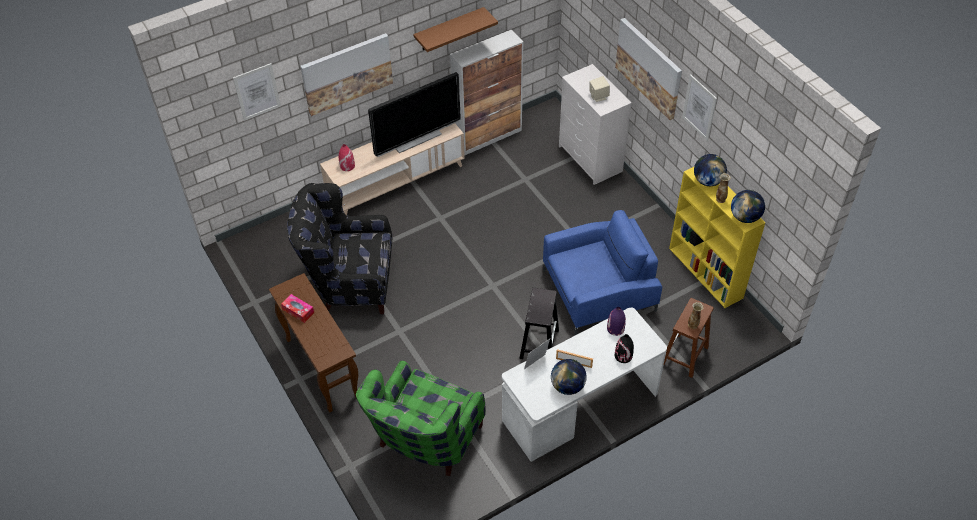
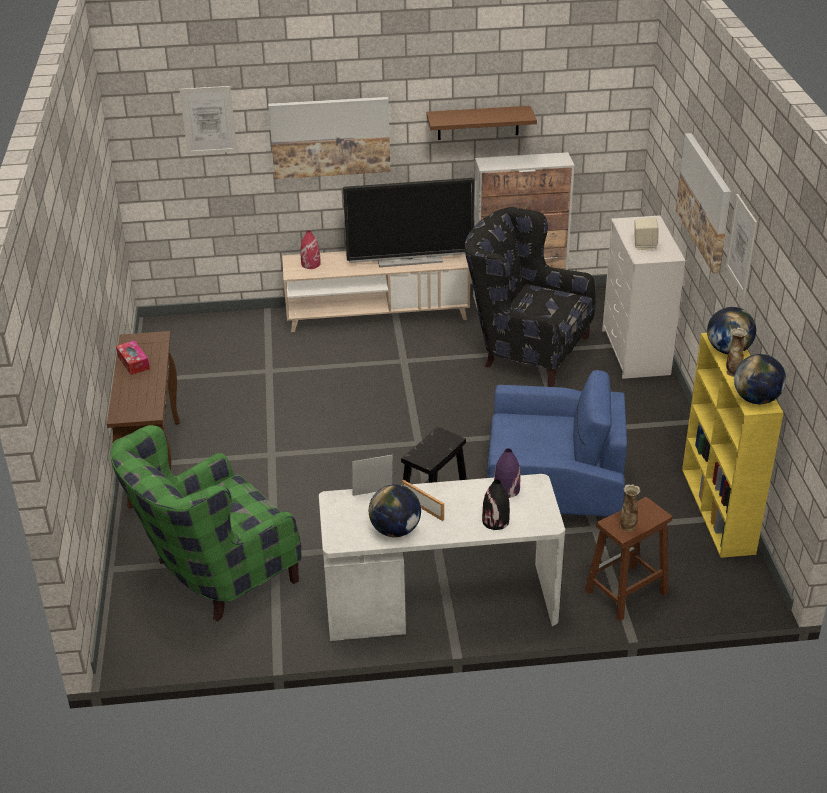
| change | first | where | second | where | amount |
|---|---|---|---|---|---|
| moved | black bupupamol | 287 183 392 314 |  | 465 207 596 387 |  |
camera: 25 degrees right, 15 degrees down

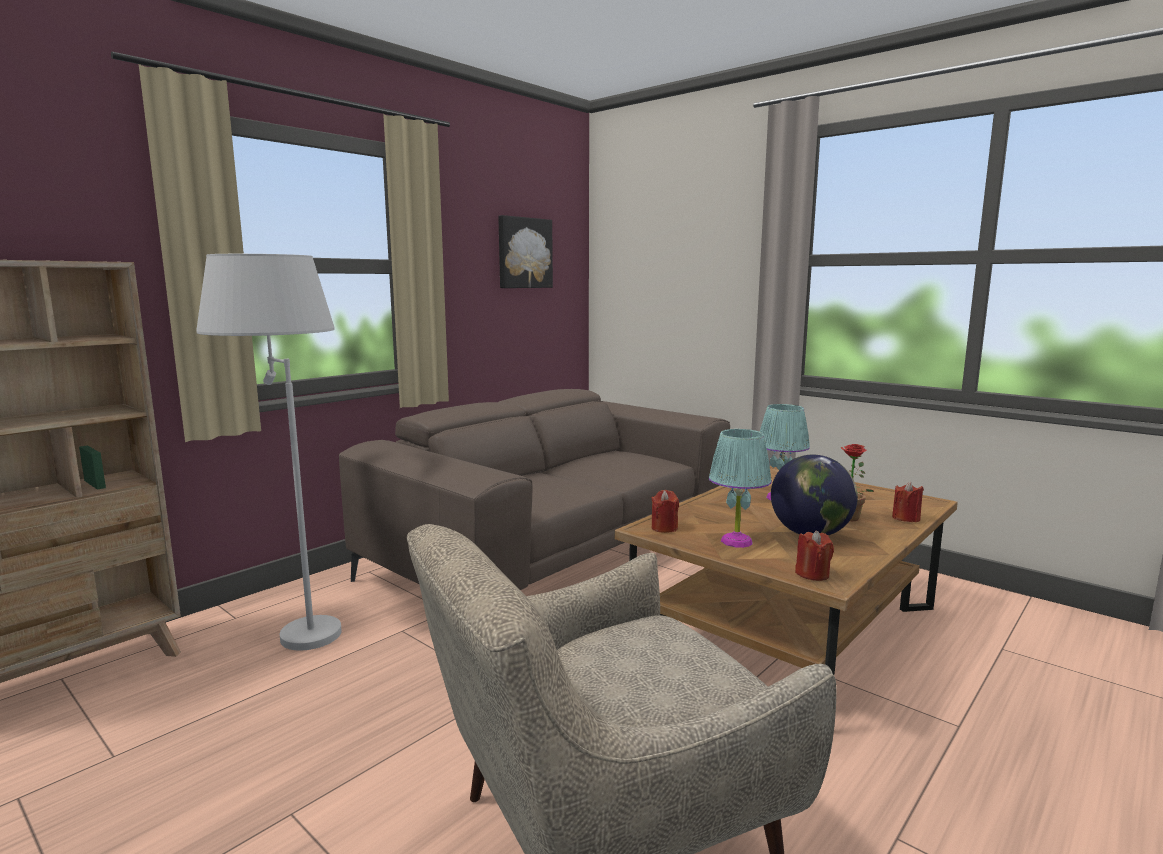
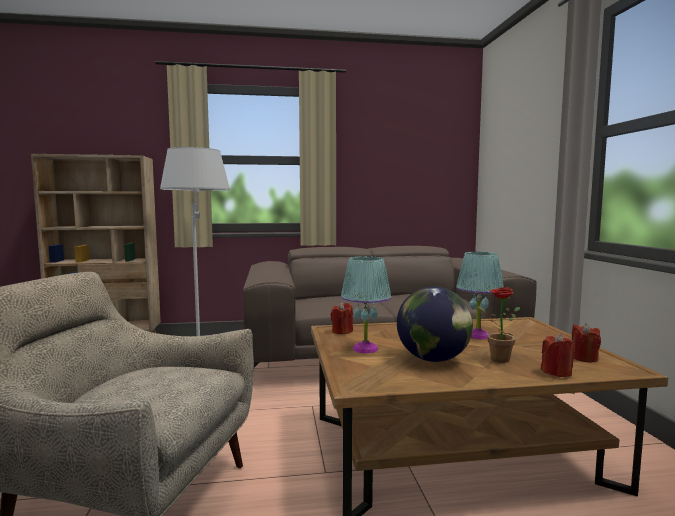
| change | first | where | second | where | amount |
|---|---|---|---|---|---|
| moved | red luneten | 795 531 834 581 |  | 572 323 601 363 |  |
| removed | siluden | 498 215 553 288 |  |  |  |
camera: 40 degrees right, 5 degrees down

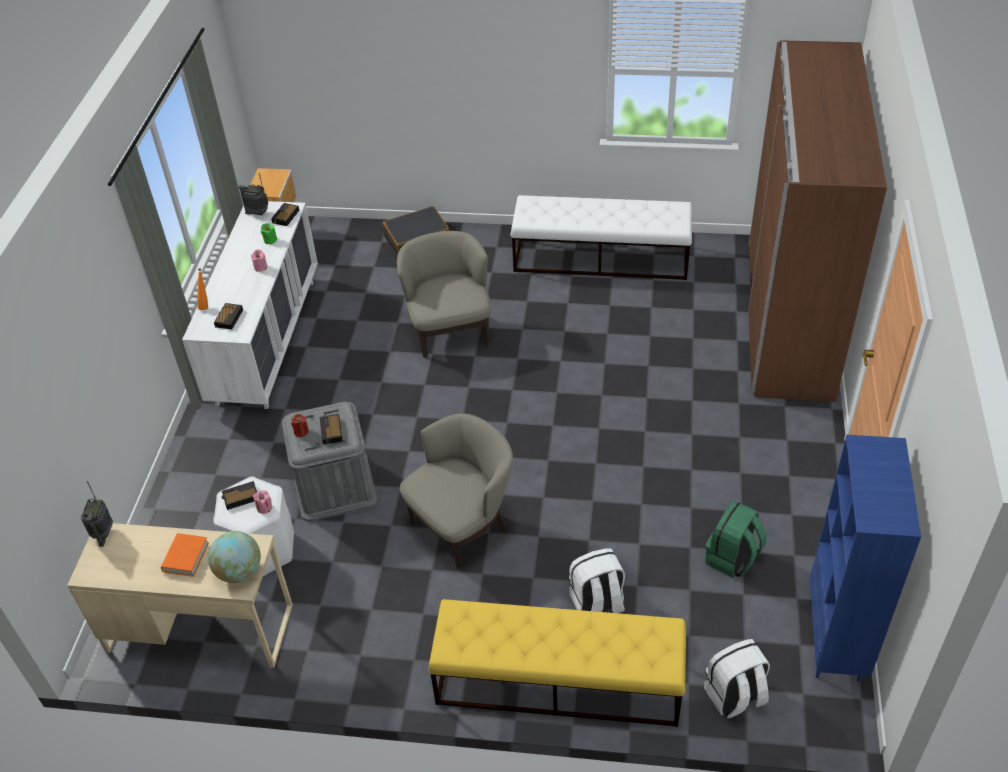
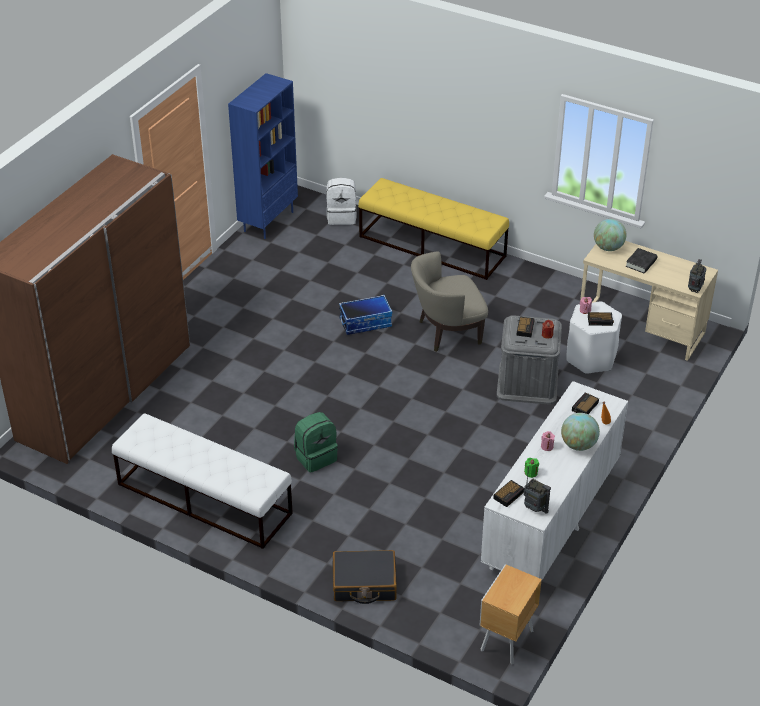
| change | first | where | second | where | amount |
|---|---|---|---|---|---|
| moved | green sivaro | 705 501 766 578 |  | 294 412 338 472 |  |
| added |  |  | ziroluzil | 339 295 392 335 |  |
| added |  |  | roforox | 561 413 600 451 |  |
| recoloured | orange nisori | 161 533 209 577 | black nisori | 625 248 657 273 |  |
| removed | beige bupupamol | 397 231 492 358 |  |  |  |
| removed | white sivaro | 569 548 625 613 |  |  |  |
camera: 160 degrees left, 5 degrees down

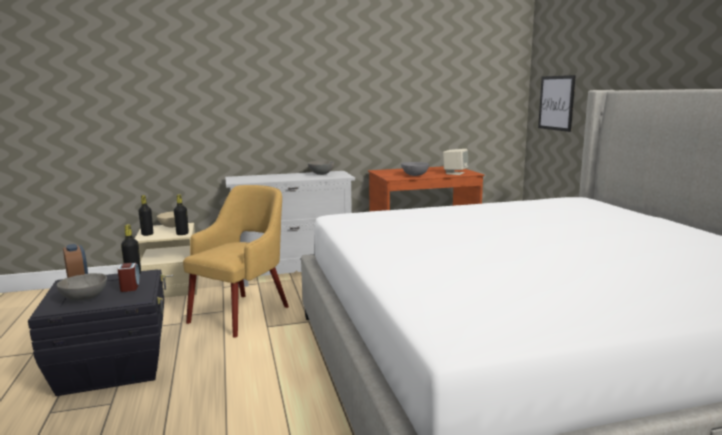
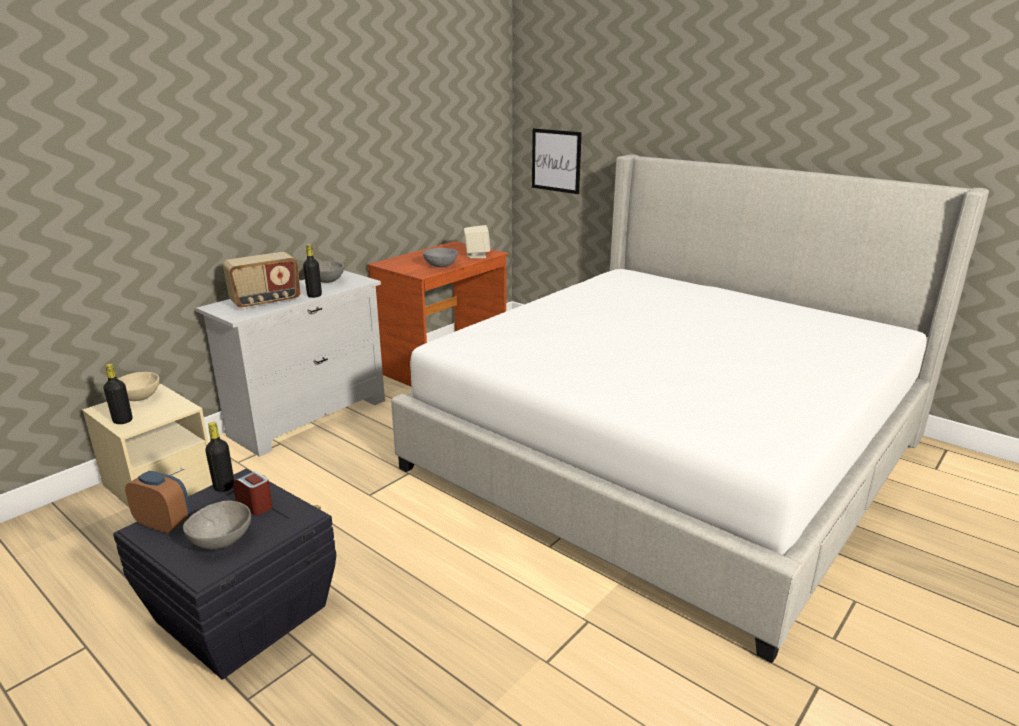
| change | first | where | second | where | amount |
|---|---|---|---|---|---|
| added |  |  | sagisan | 222 252 300 309 |  |
| moved | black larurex | 174 194 189 235 |  | 303 244 322 298 |  |
| removed | yellow bupupamol | 183 185 289 338 |  |  |  |
camera: 35 degrees left, 10 degrees up

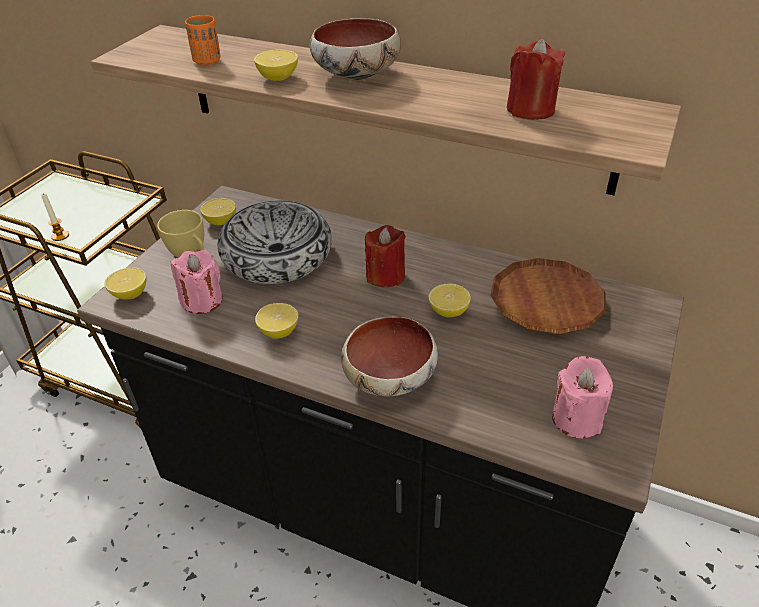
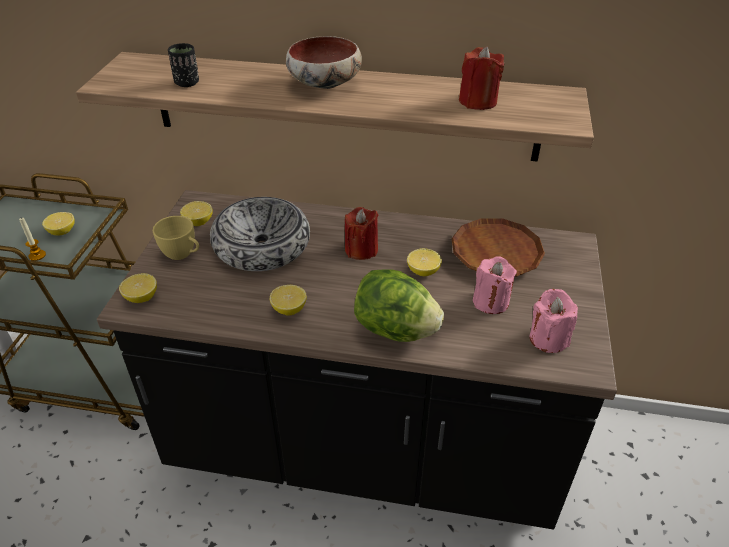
| change | first | where | second | where | amount |
|---|---|---|---|---|---|
| moved | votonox | 254 49 298 81 |  | 42 212 75 236 |  |
| recoloured | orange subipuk | 185 15 221 65 | black subipuk | 168 43 199 87 |  |
| replaced | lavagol | 341 316 438 397 | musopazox | 354 269 444 342 |  |
| moved | pink luneten | 171 250 223 314 |  | 473 256 517 314 |  |
camera: 15 degrees left, 0 degrees up

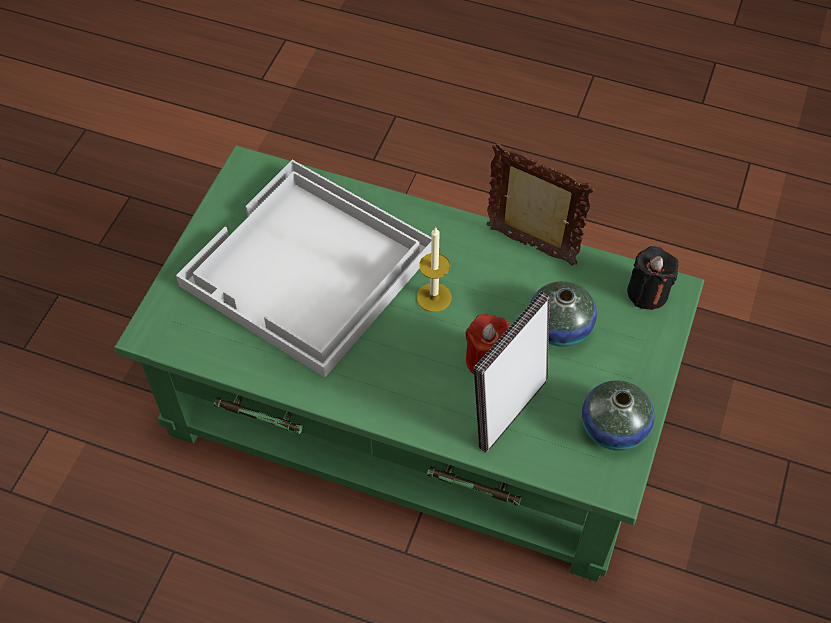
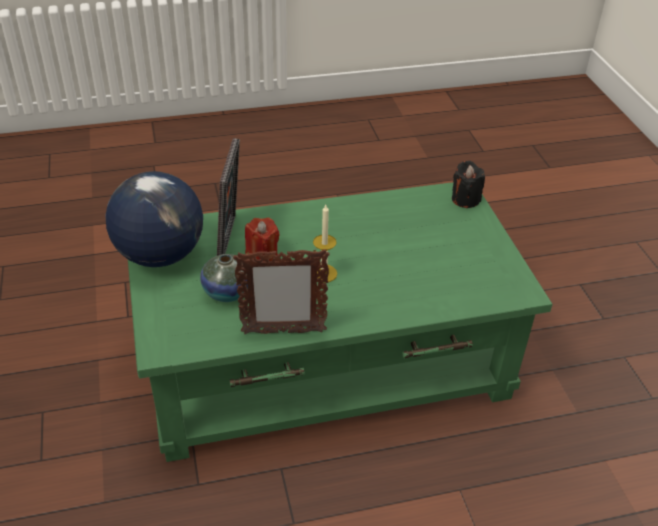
| change | first | where | second | where | amount |
|---|---|---|---|---|---|
| replaced | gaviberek | 582 380 655 451 | roforox | 105 171 203 267 |  |
| moved | black luneten | 627 246 678 310 |  | 452 161 485 208 |  |
| removed | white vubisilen | 176 160 431 377 |  |  |  |
camera: 145 degrees right, 15 degrees down

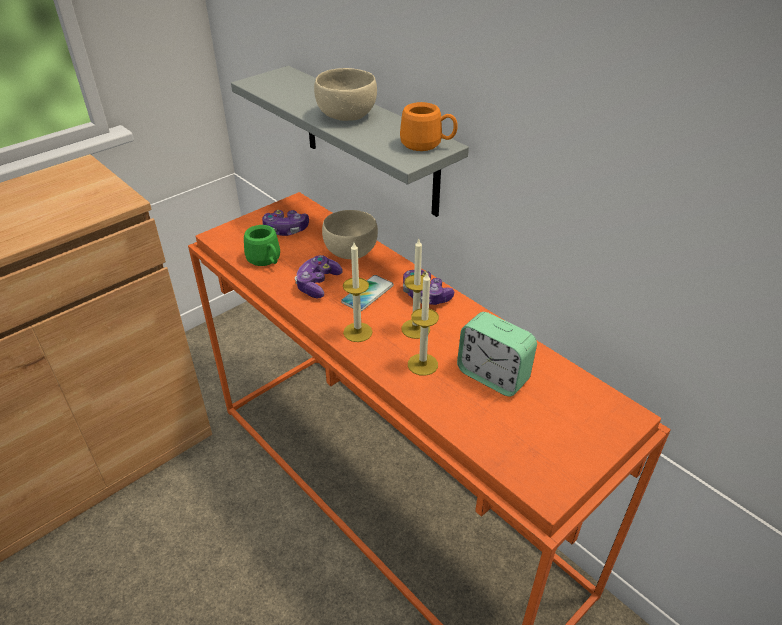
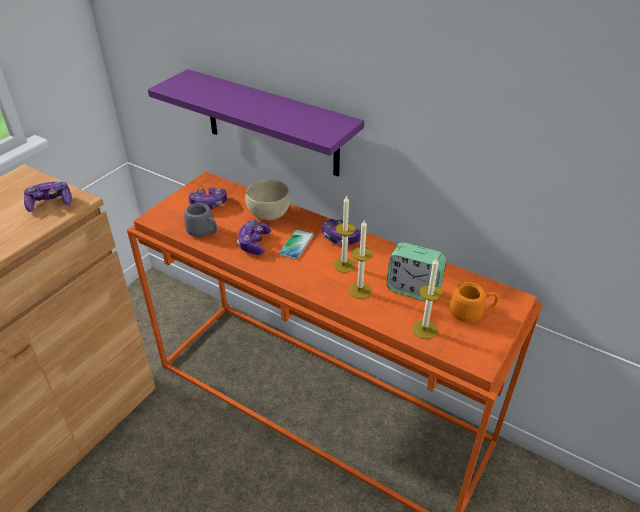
| change | first | where | second | where | amount |
|---|---|---|---|---|---|
| added |  |  | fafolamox | 24 182 72 212 |  |
| recoloured | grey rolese | 231 66 469 217 | purple rolese | 148 69 364 176 |  |
| recoloured | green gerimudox | 244 225 280 266 | grey gerimudox | 184 203 217 237 |  |
| moved | luneten | 343 242 373 342 |  | 412 257 442 339 |  |
| moved | orange gerimudox | 400 102 458 151 |  | 450 282 499 323 |  |
| removed | beige lavagol | 314 68 377 121 |  |  |  |
camera: 15 degrees left, 0 degrees up

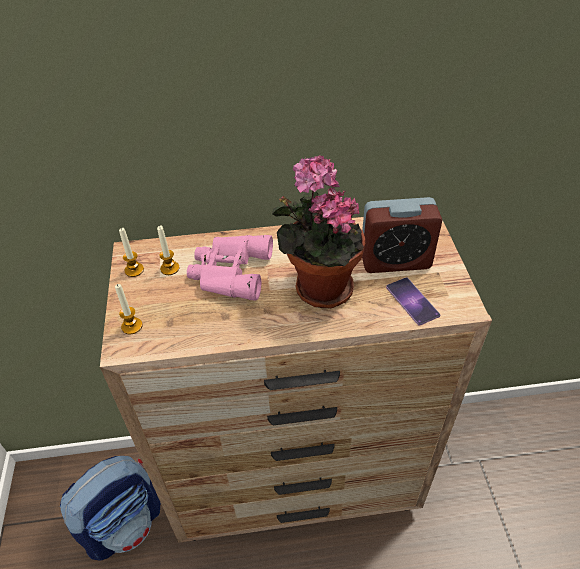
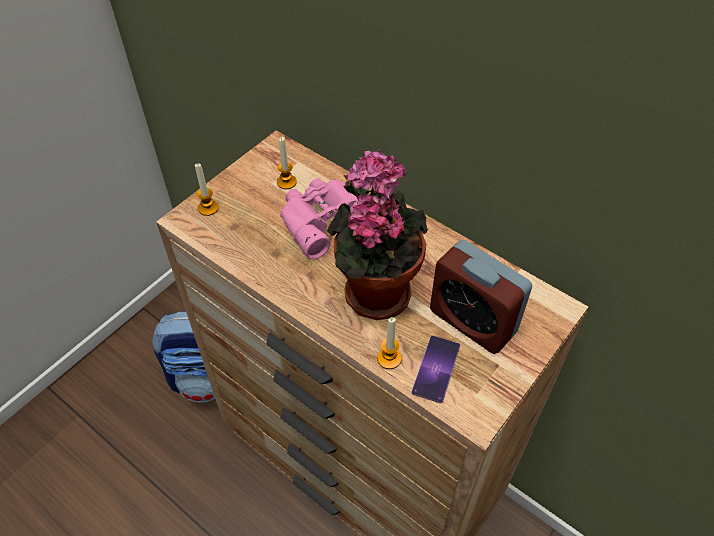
| change | first | where | second | where | amount |
|---|---|---|---|---|---|
| moved | luneten | 119 228 144 277 |  | 377 317 402 369 |  |
camera: 45 degrees right, 5 degrees up

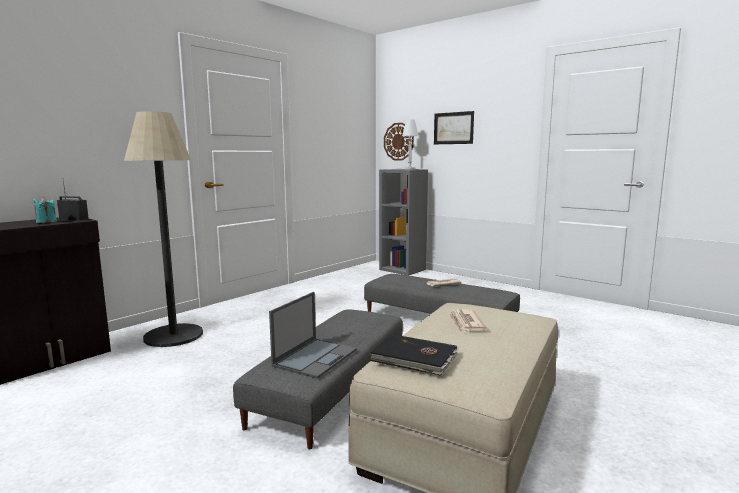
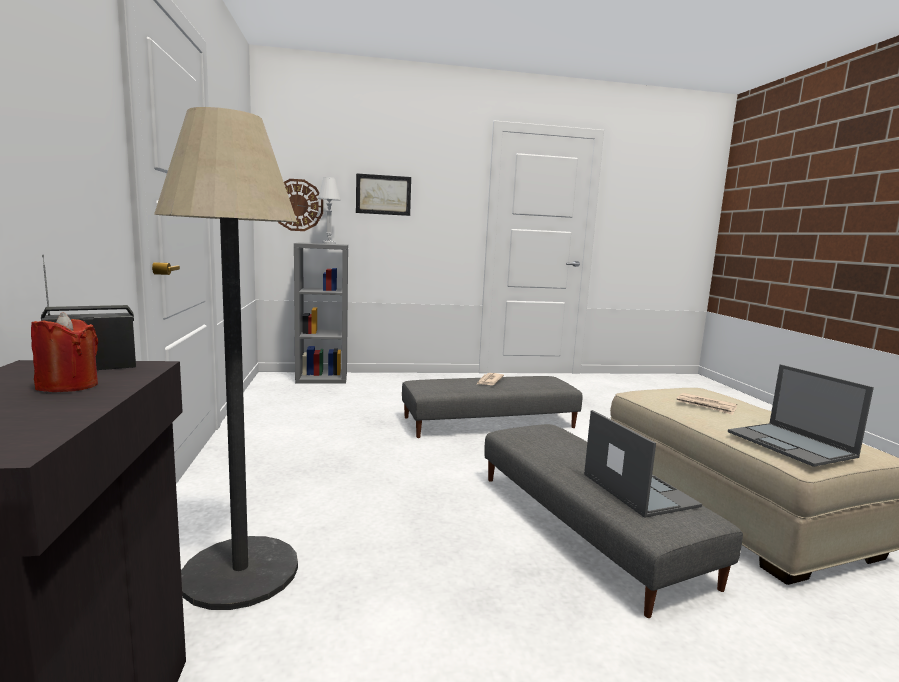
| change | first | where | second | where | amount |
|---|---|---|---|---|---|
| recoloured | turquoise luneten | 34 197 57 223 | red luneten | 31 312 98 392 |  |
| replaced | black nisori | 369 334 458 376 | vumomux | 728 364 874 467 |  |
camera: 50 degrees left, 0 degrees up

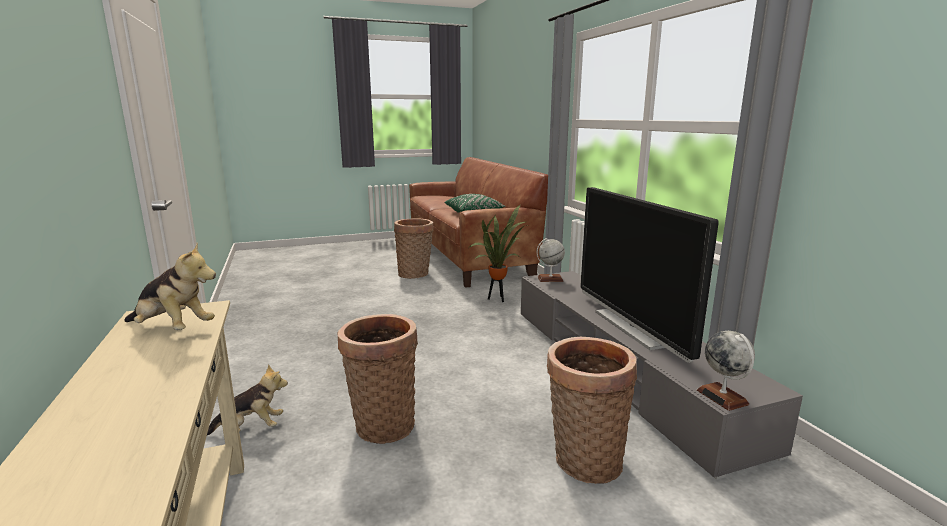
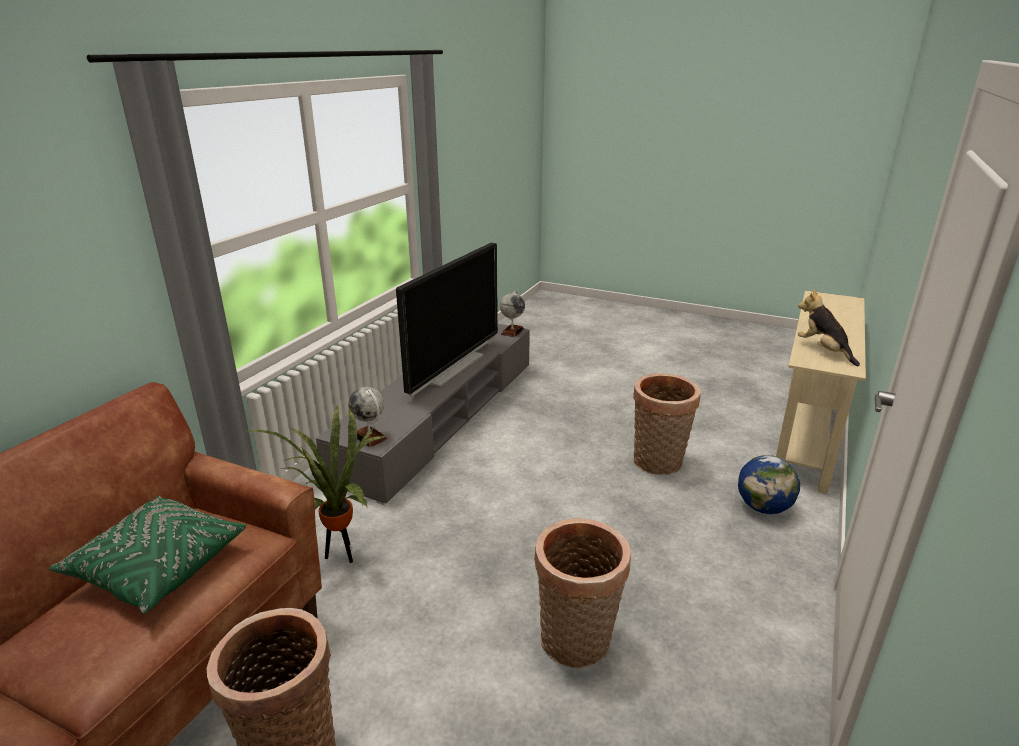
| change | first | where | second | where | amount |
|---|---|---|---|---|---|
| moved | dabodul | 547 337 637 484 |  | 534 518 631 668 |  |
| replaced | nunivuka | 207 364 288 435 | roforox | 738 455 800 514 |  |
camera: 135 degrees left, 10 degrees up

